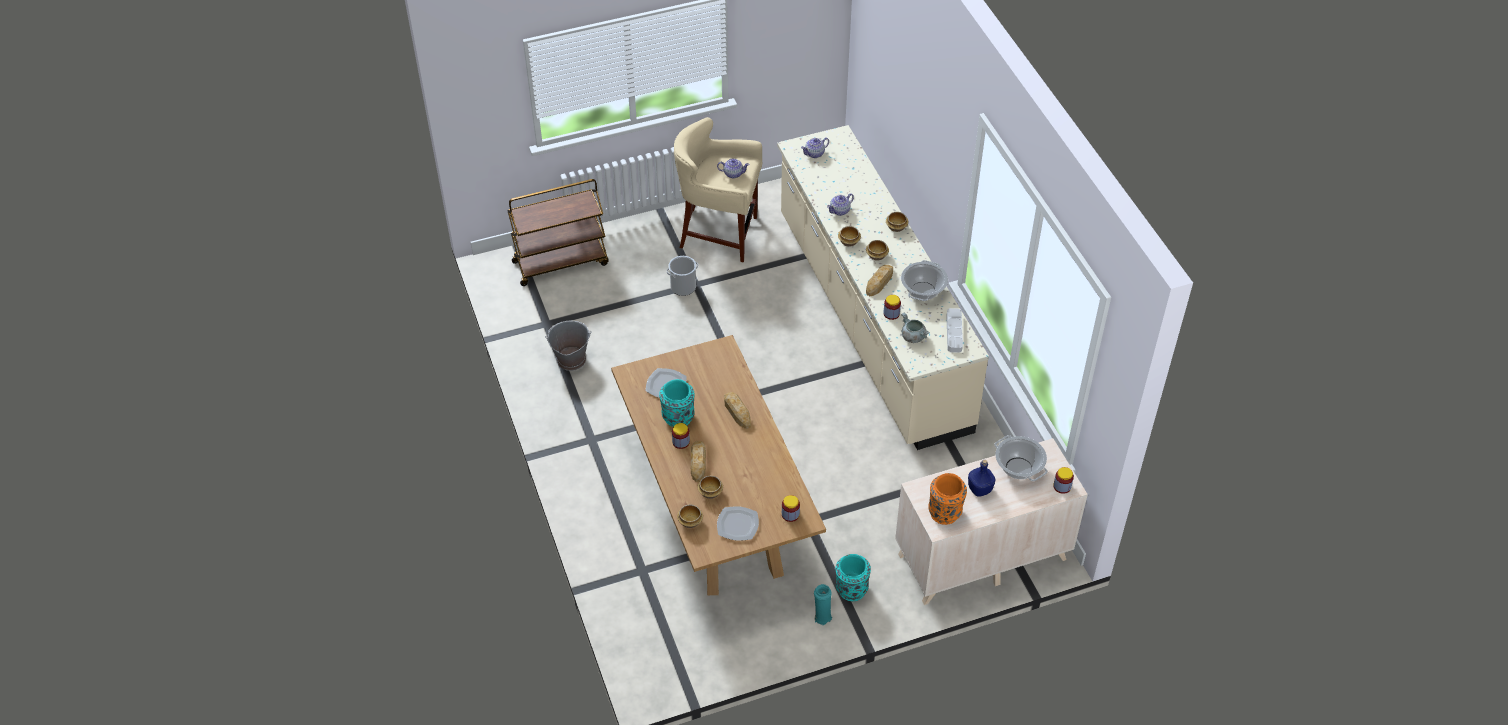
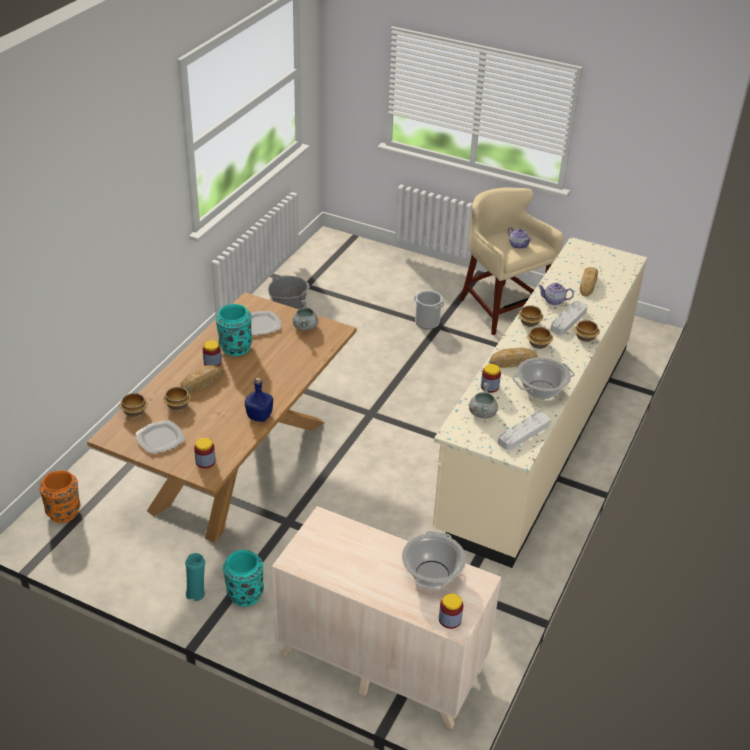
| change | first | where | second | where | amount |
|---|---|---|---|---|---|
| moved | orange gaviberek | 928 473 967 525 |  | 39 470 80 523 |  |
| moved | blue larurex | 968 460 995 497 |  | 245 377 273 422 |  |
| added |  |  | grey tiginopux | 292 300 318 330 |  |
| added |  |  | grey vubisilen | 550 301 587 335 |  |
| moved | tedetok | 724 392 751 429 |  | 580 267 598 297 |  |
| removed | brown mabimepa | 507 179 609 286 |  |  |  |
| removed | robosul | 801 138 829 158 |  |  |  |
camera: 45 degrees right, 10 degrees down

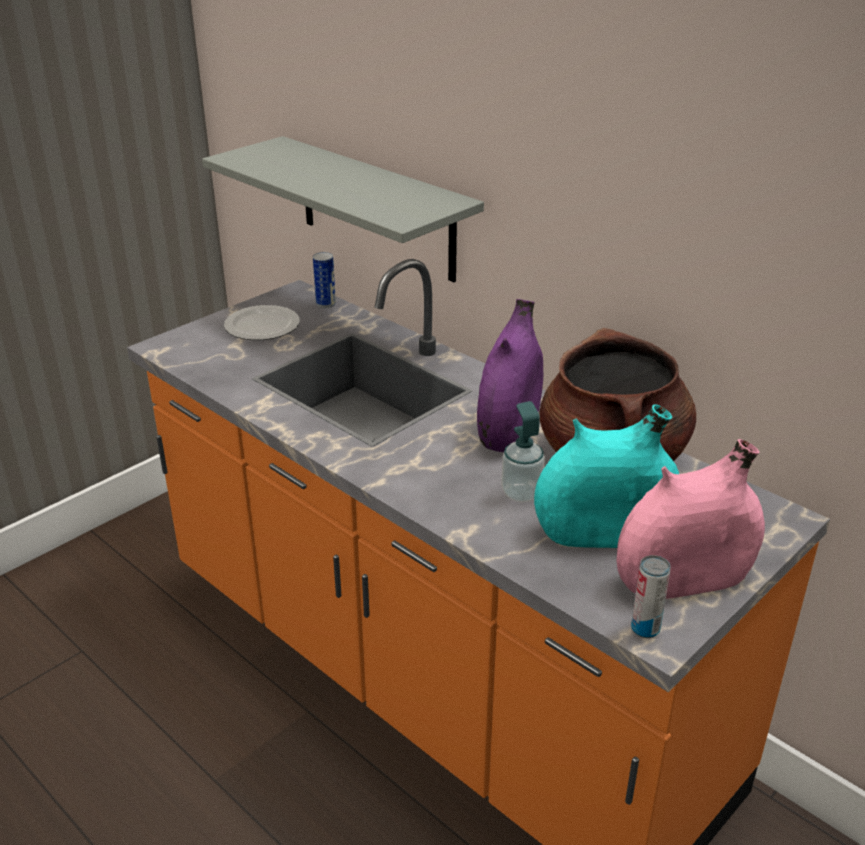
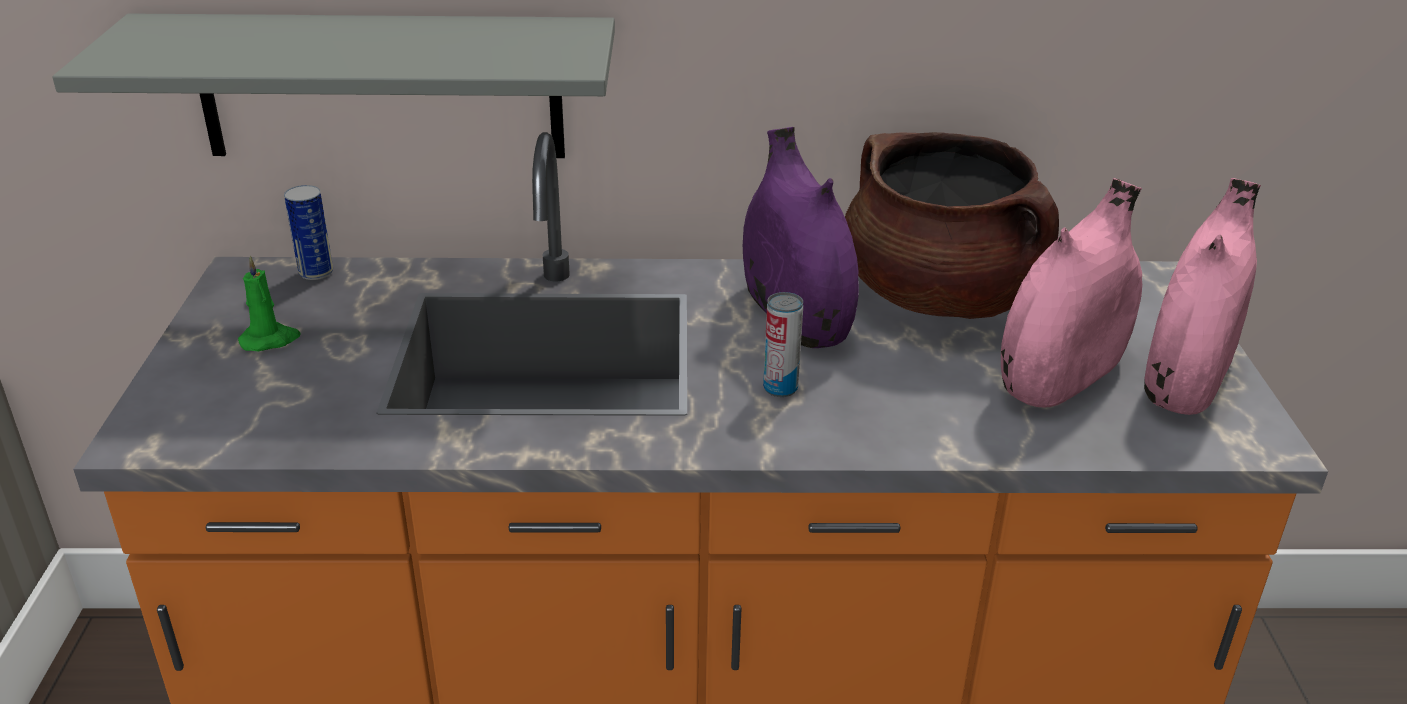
| change | first | where | second | where | amount |
|---|---|---|---|---|---|
| replaced | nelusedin | 224 305 300 340 | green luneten | 238 256 301 351 |  |
| moved | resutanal | 631 555 671 638 |  | 763 292 803 397 |  |
| recoloured | turquoise gaviberek | 534 404 679 548 | pink gaviberek | 1001 178 1142 407 |  |
| removed | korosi | 501 401 545 502 |  |  |  |
camera: 45 degrees left, 0 degrees up

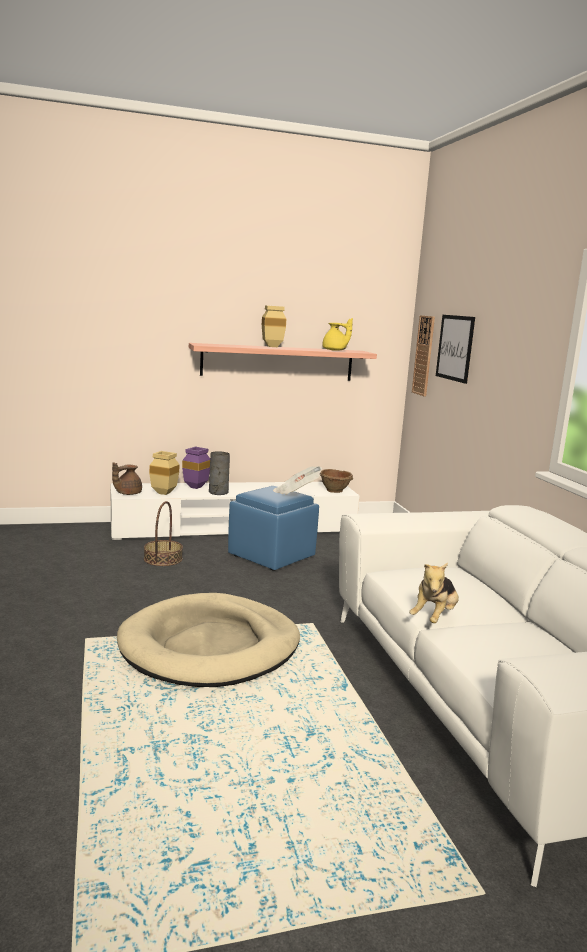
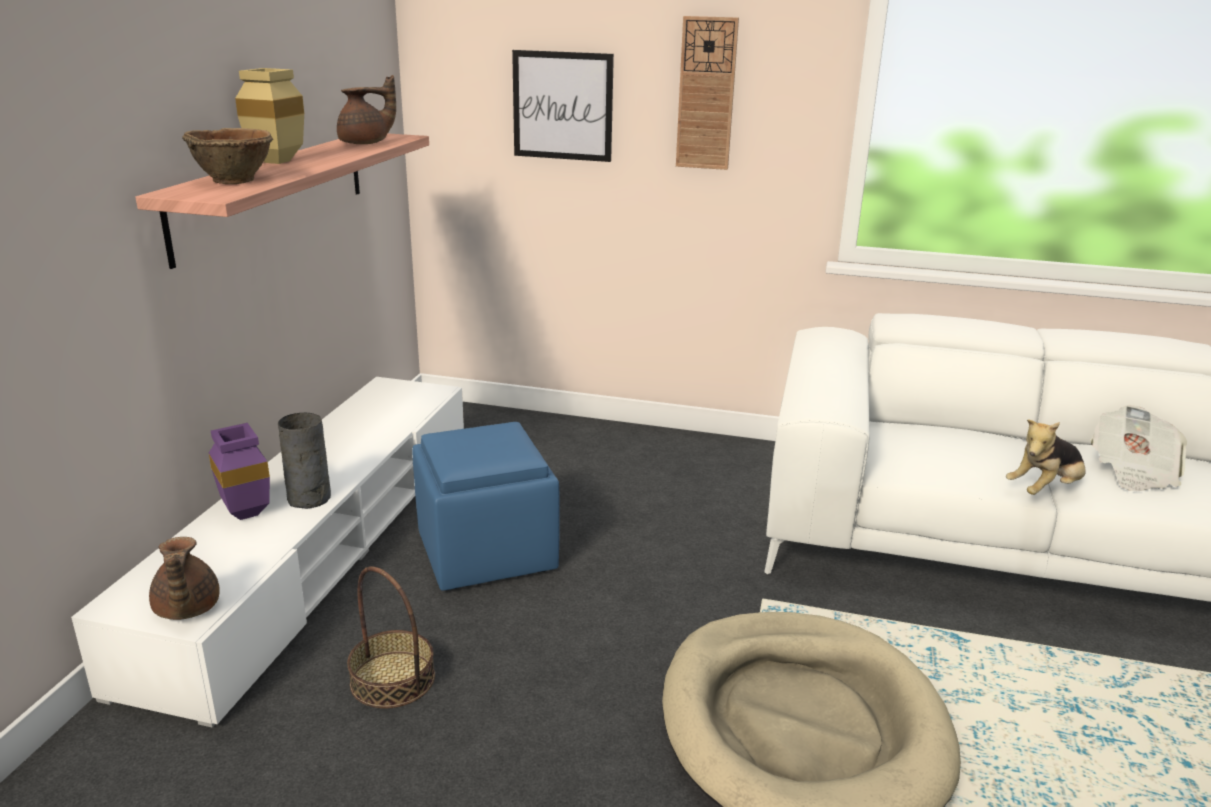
| change | first | where | second | where | amount |
|---|---|---|---|---|---|
| moved | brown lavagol | 320 469 353 493 |  | 182 128 273 184 |  |
| recoloured | yellow robosul | 322 318 353 351 | brown robosul | 337 75 396 144 |  |
| moved | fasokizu | 412 315 435 396 |  | 676 16 739 170 |  |
| turned | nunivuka | 409 563 459 623 |  | 1006 419 1086 495 | 90 degrees clockwise |
| moved | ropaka | 273 466 323 495 |  | 1091 405 1187 491 |  |
| removed | beige gaviberek | 149 451 179 495 |  |  |  |
camera: 60 degrees left, 10 degrees up

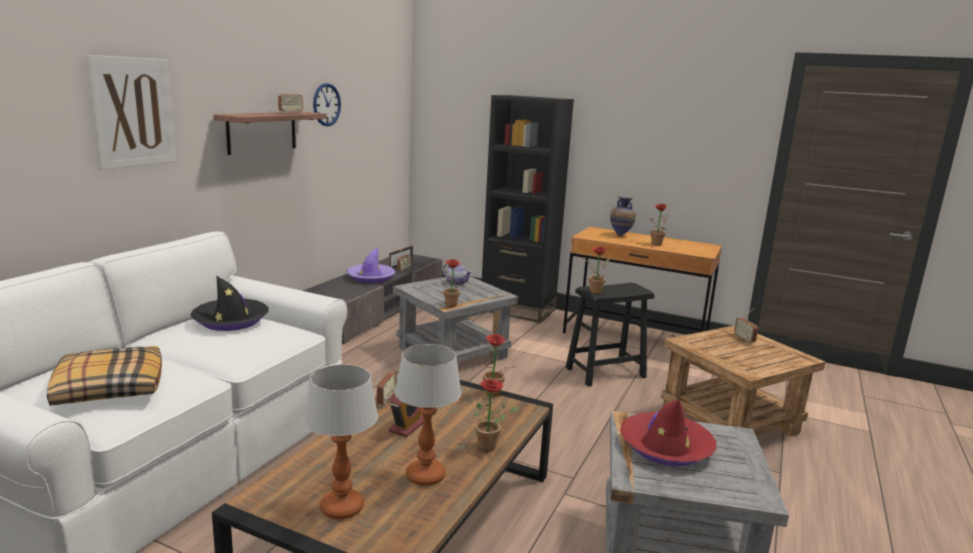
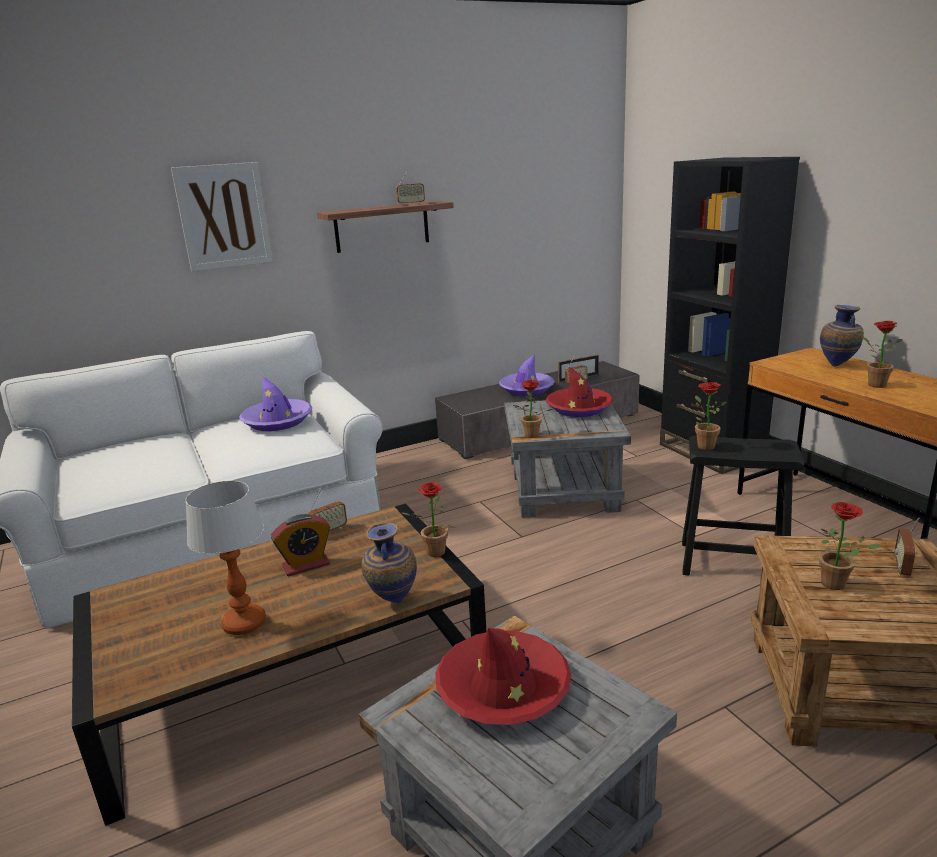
| change | first | where | second | where | amount |
|---|---|---|---|---|---|
| recoloured | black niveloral | 191 275 269 331 | purple niveloral | 239 377 312 431 |  |
| added |  |  | gaviberek | 361 522 417 604 |  |
| replaced | robosul | 442 264 472 285 | red niveloral | 546 367 614 417 |  |
| moved | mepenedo | 474 379 519 452 |  | 819 502 881 590 |  |
| removed | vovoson | 47 346 162 406 |  |  |  |
| removed | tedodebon | 303 364 378 519 |  |  |  |
| removed | fasokizu | 313 83 341 126 |  |  |  |
camera: 40 degrees right, 5 degrees up

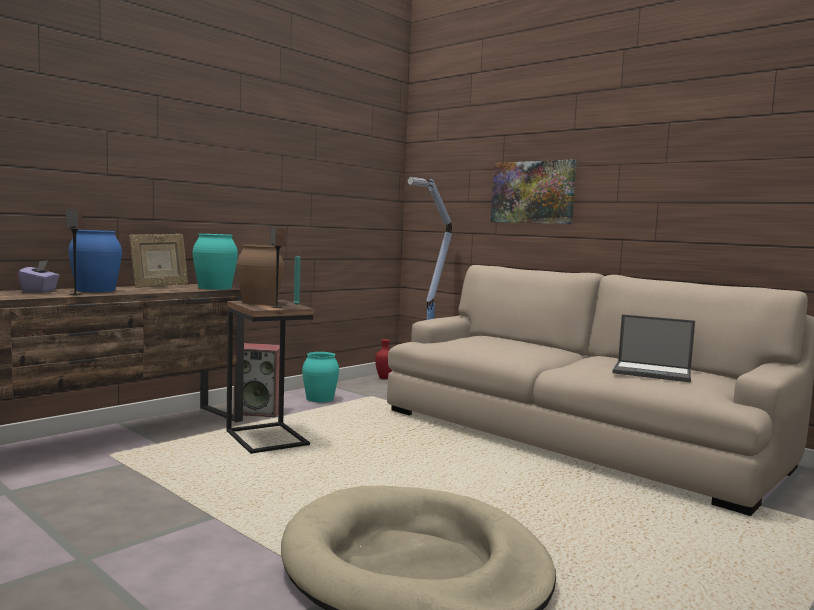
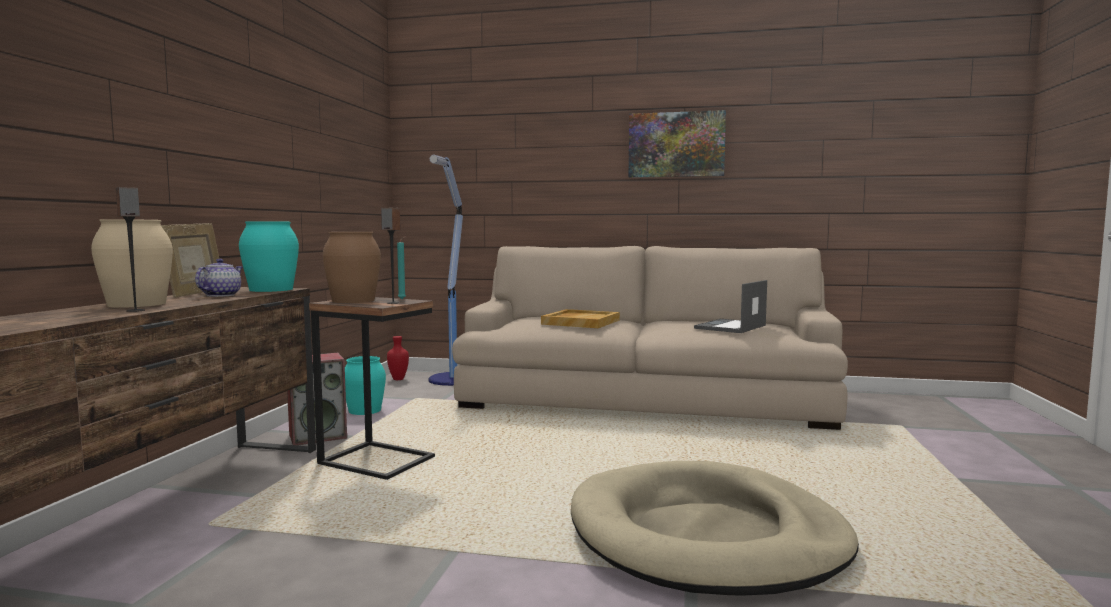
| change | first | where | second | where | amount |
|---|---|---|---|---|---|
| recoloured | blue gaviberek | 68 230 122 292 | beige gaviberek | 91 219 173 308 |  |
| added |  |  | robosul | 195 259 242 297 |  |
| added |  |  | beige vubisilen | 541 309 620 328 |  |
| moved | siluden | 491 159 577 224 |  | 629 110 726 178 |  |
| turned | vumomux | 612 314 695 382 |  | 694 280 767 333 | 135 degrees clockwise |
| removed | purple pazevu | 18 260 60 293 |  |  |  |
camera: 30 degrees left, 0 degrees up

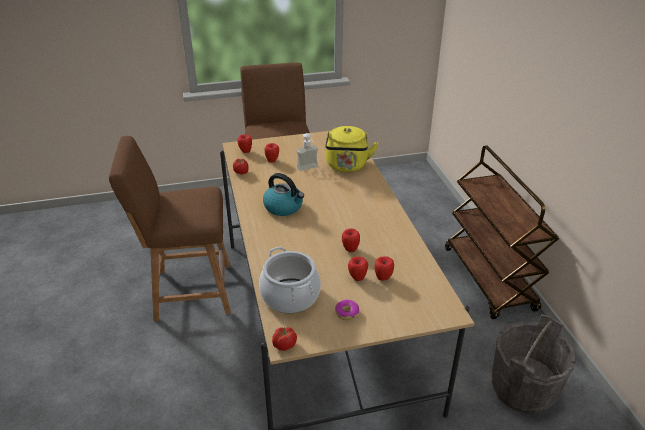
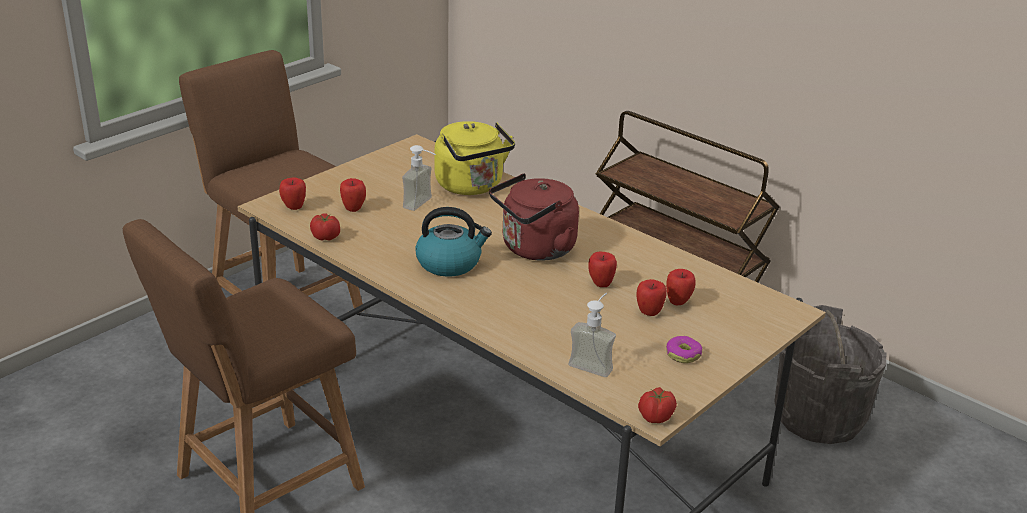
| change | first | where | second | where | amount |
|---|---|---|---|---|---|
| added |  |  | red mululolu | 489 173 579 261 |  |
| replaced | tiginopux | 259 247 321 313 | korosi | 569 293 616 377 |  |
camera: 35 degrees left, 5 degrees down

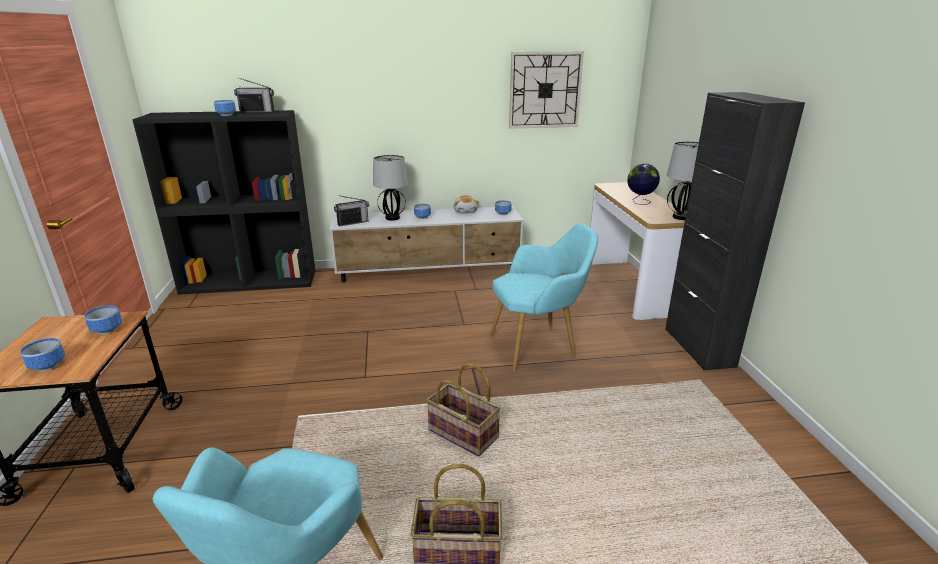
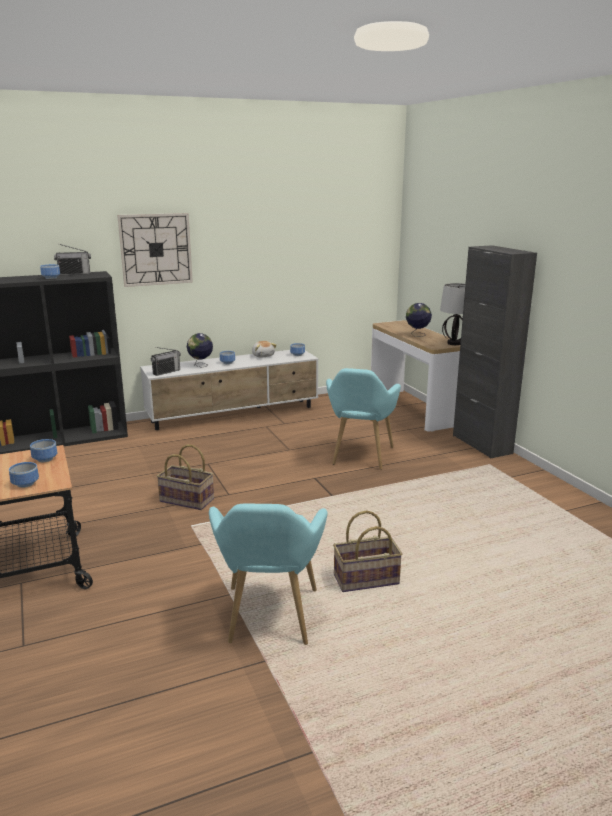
| change | first | where | second | where | amount |
|---|---|---|---|---|---|
| moved | fasokizu | 509 51 584 129 |  | 117 213 193 287 |  |
| moved | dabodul | 426 363 501 457 |  | 157 445 214 510 |  |
| replaced | tedodebon | 373 155 408 221 | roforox | 187 333 213 368 |  |
| turned | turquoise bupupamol | 490 223 598 372 |  | 326 368 401 470 | 135 degrees clockwise |
camera: 15 degrees left, 5 degrees down

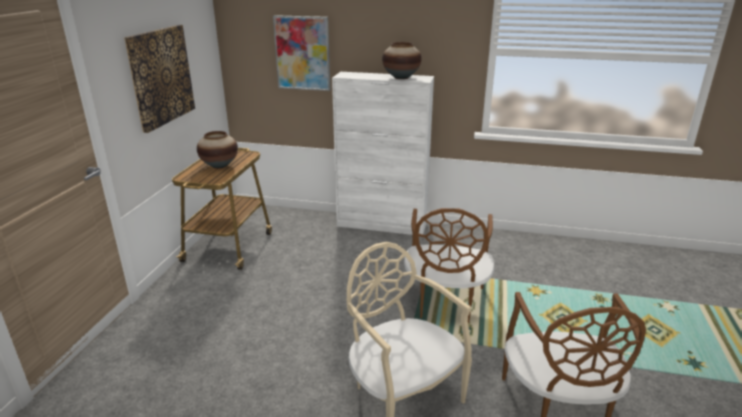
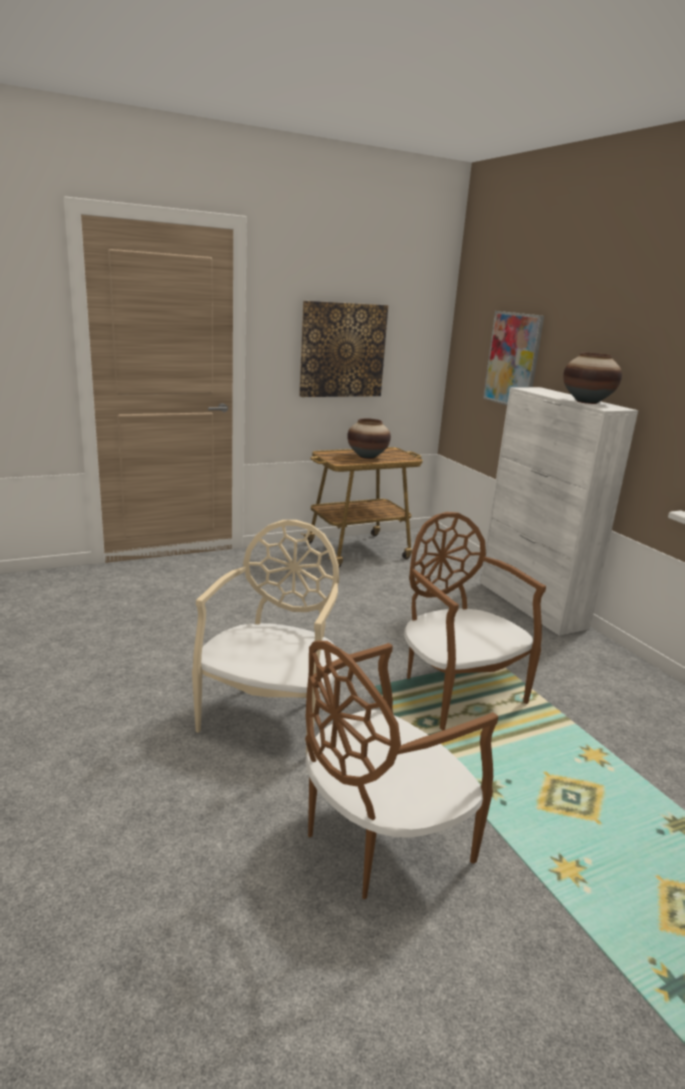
| change | first | where | second | where | amount |
|---|---|---|---|---|---|
| turned | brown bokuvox | 404 208 494 323 |  | 404 512 546 730 | 90 degrees clockwise |
camera: 50 degrees right, 5 degrees down

